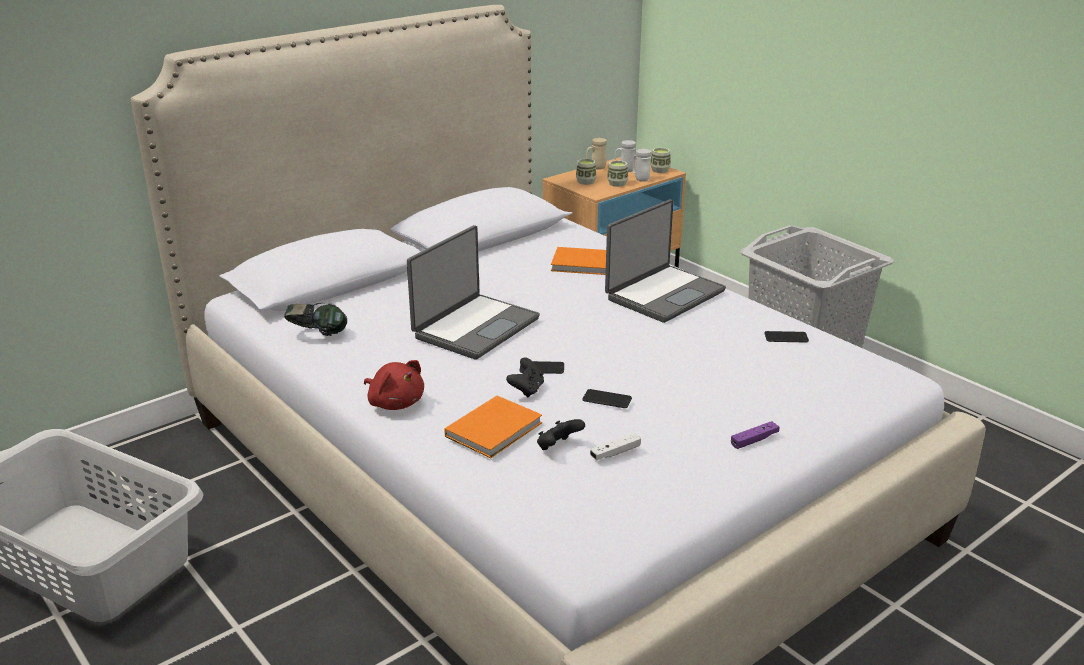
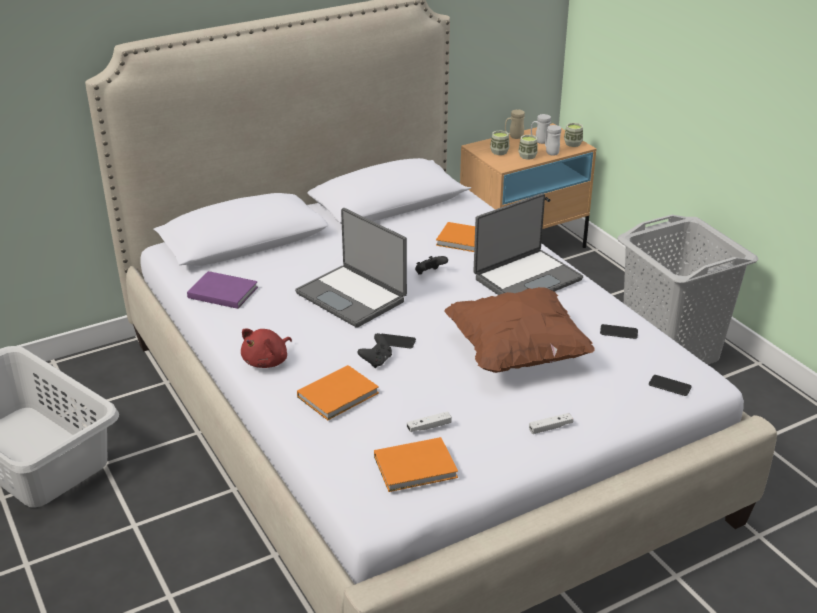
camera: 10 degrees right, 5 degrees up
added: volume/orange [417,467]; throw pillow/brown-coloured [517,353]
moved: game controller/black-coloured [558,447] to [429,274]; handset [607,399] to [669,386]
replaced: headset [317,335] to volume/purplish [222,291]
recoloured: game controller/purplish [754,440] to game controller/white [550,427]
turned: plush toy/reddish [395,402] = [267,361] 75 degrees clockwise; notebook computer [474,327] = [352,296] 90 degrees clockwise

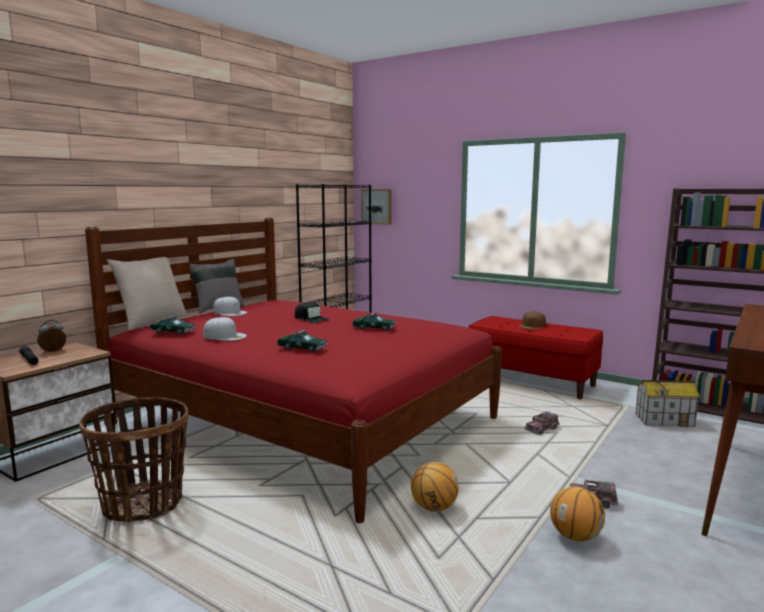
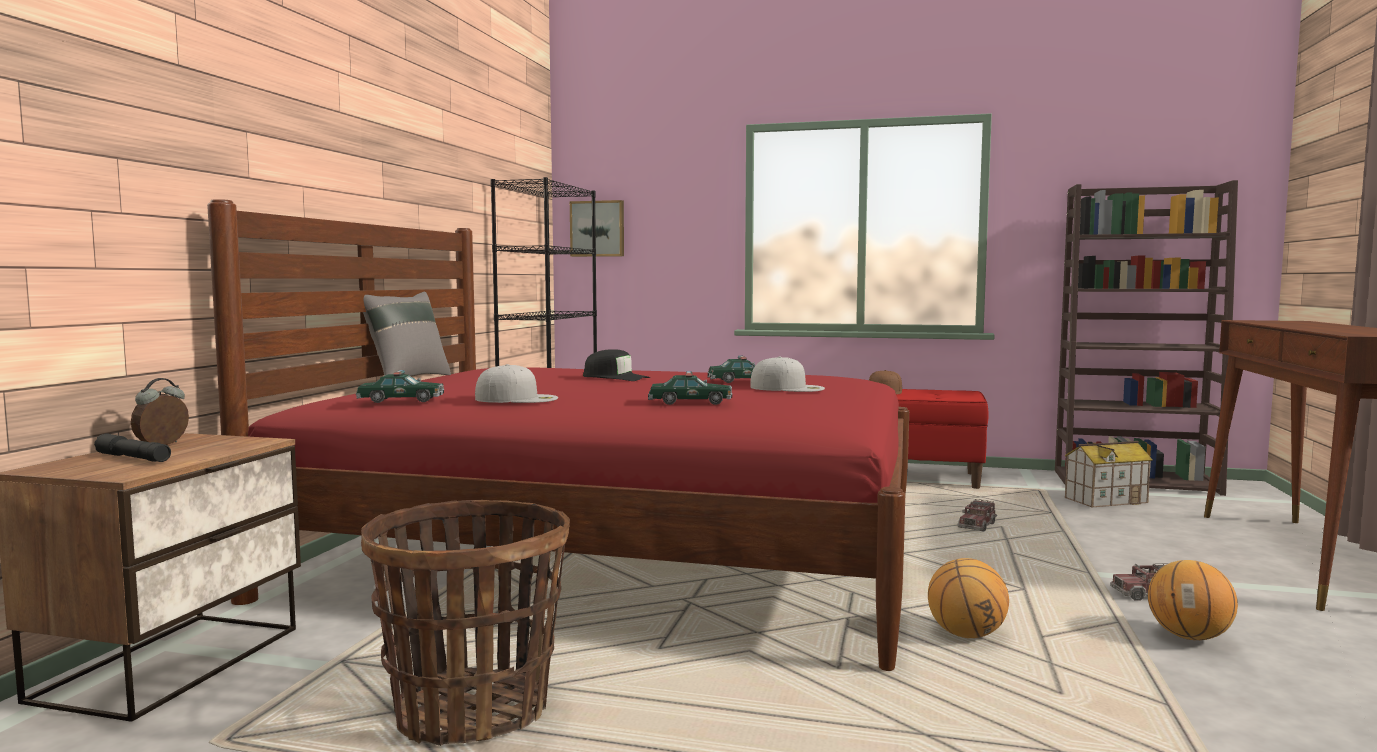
camera: 20 degrees left, 5 degrees down
removed: throw pillow/beige-coloured [152,322]
moved: peaked cap/white [230,312] to [788,388]

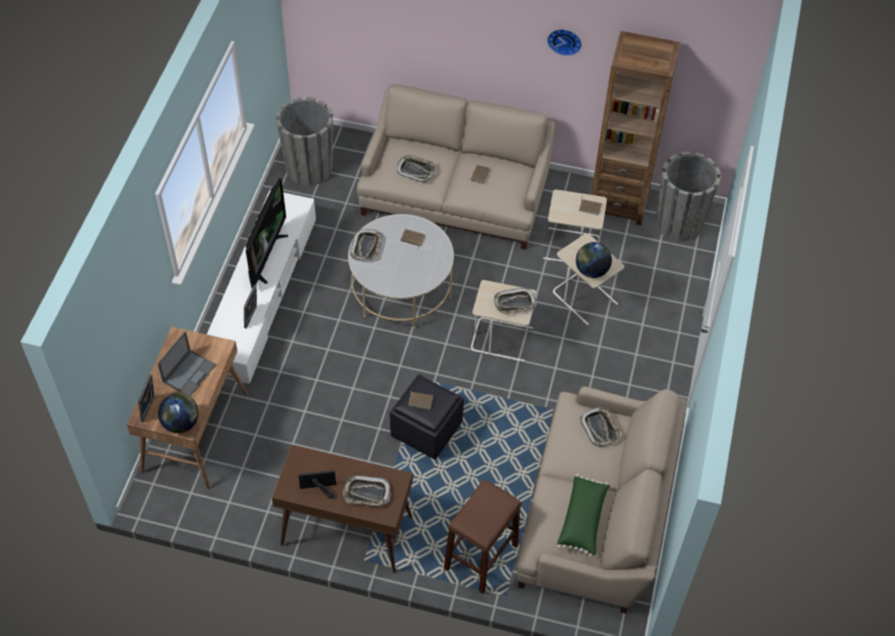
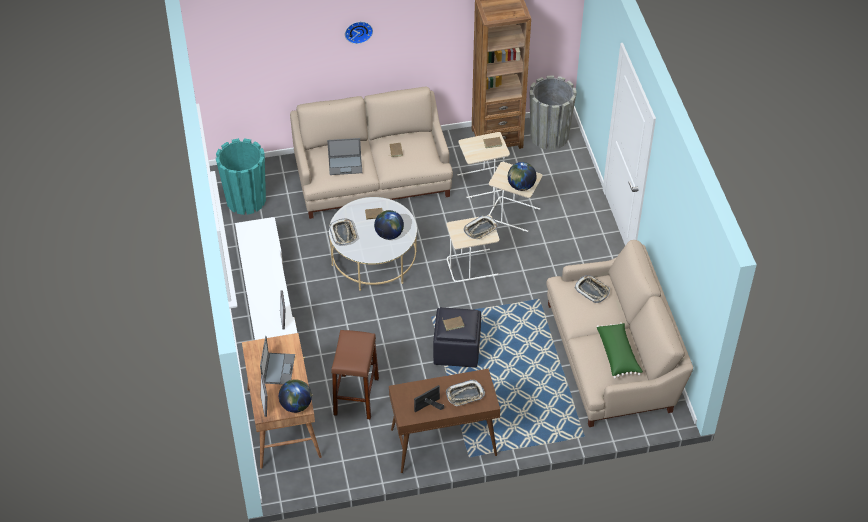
camera: 25 degrees left, 5 degrees down
removed: TV set [266,256]
added: world globe [389,234]
moved: stool seat/brown-coloured [481,557] to [356,396]; clock on the wall [565,40] to [358,31]
replaced: serving tray [416,170] to notebook computer [345,165]
recoloured: plant pot/gray [309,168] to plant pot/blue-green [246,200]

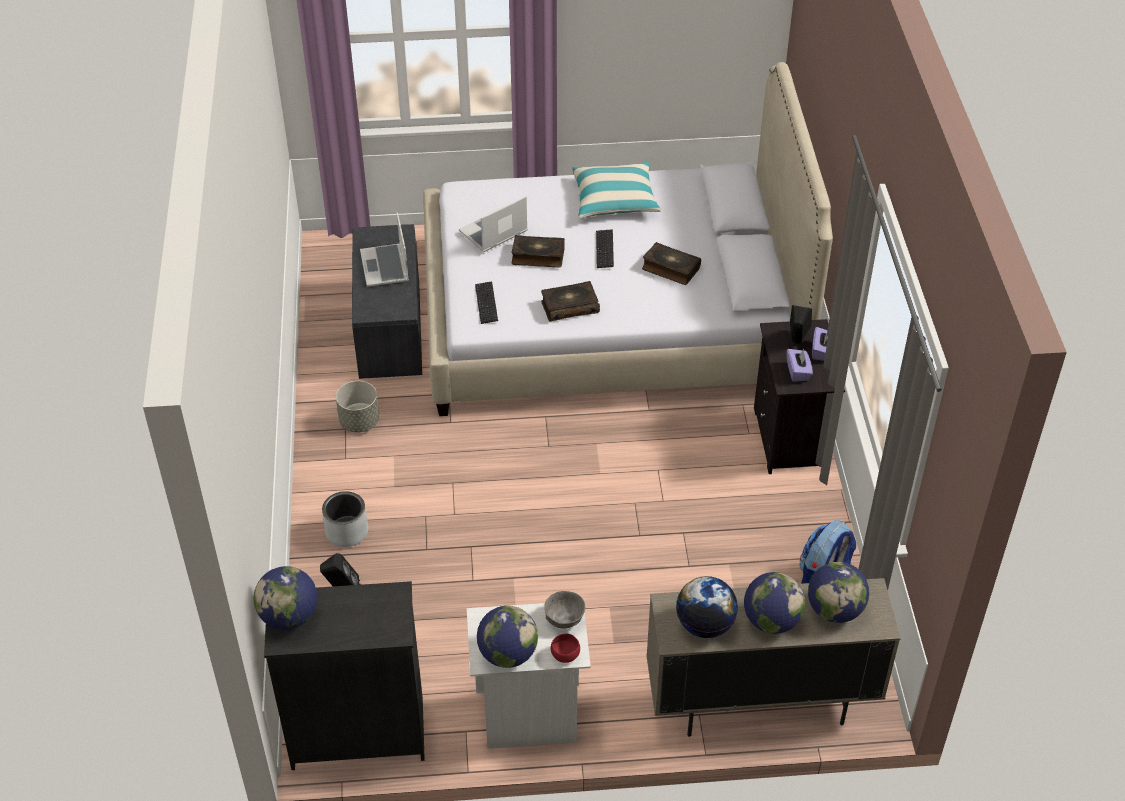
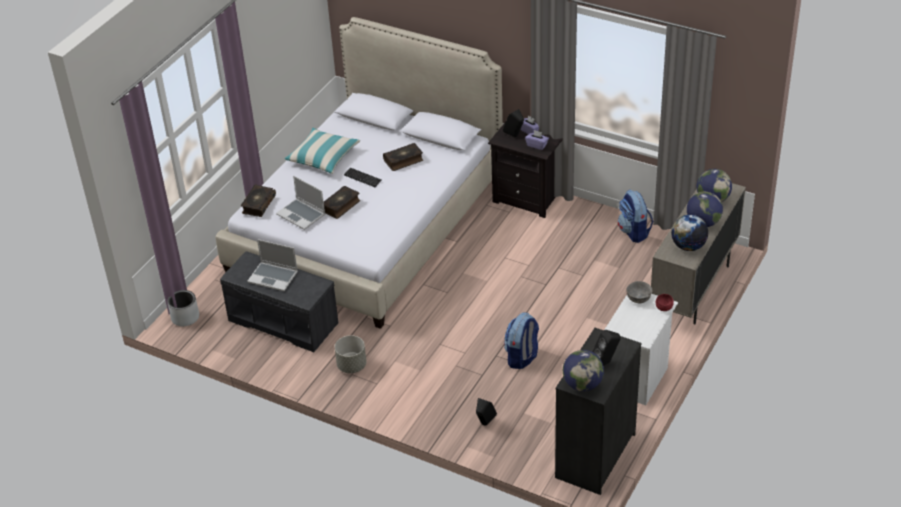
camera: 55 degrees left, 5 degrees down
removed: keyboard [486,303]; world globe [507,654]
added: rucksack [522,357]; speaker/black-coloured [606,362]
moved: plant pot/gray [346,531] to [185,317]; volume [569,307] to [258,205]
turned: notebook computer [493,232] = [302,215] 45 degrees counterclockwise

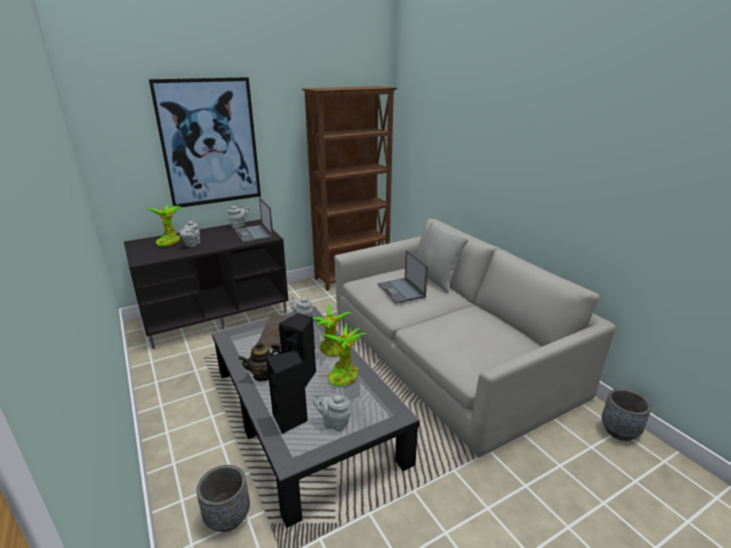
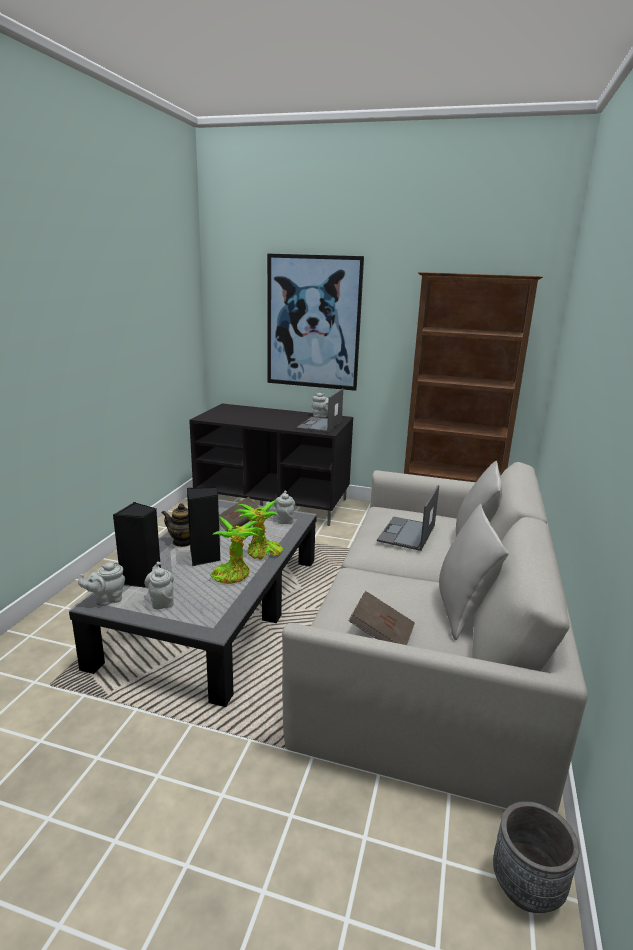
camera: 45 degrees right, 5 degrees down
removed: plant in a pot [169,241]; plant pot/gray [227,517]
added: volume/brown-coloured [381,635]; throw pillow/gray [462,610]
moved: tea pot/gray [192,244] to [106,599]

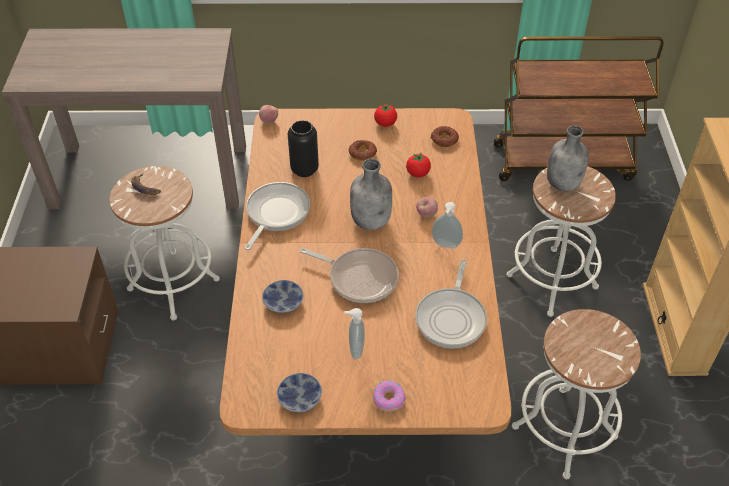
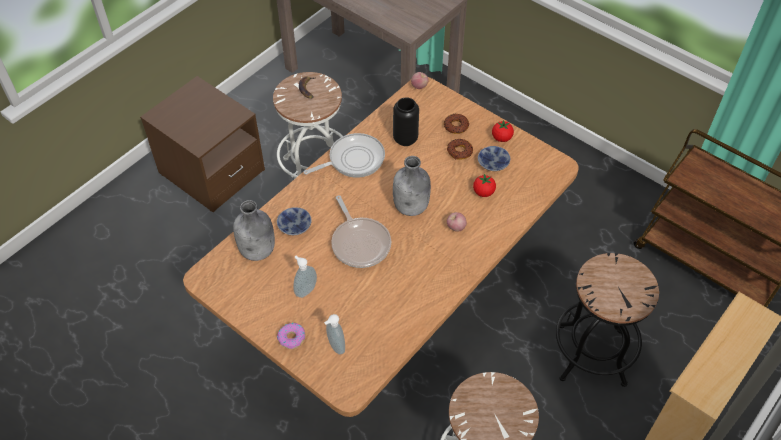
camera: 40 degrees right, 5 degrees up
removed: pan [451,317]
moved: serving bowl [299,396] to [493,162]; donut [444,140] to [455,126]; soap dispenser [445,245] to [335,347]; drink bottle/gray [563,183] to [258,250]
recoloured: stool seat/white [552,281] to stool seat/black-coloured [591,354]

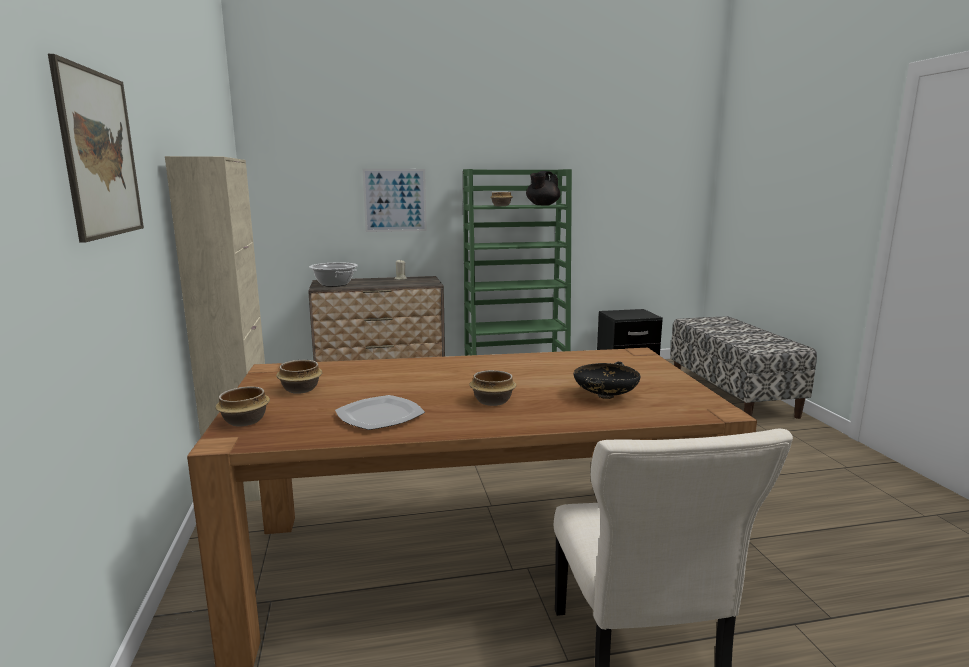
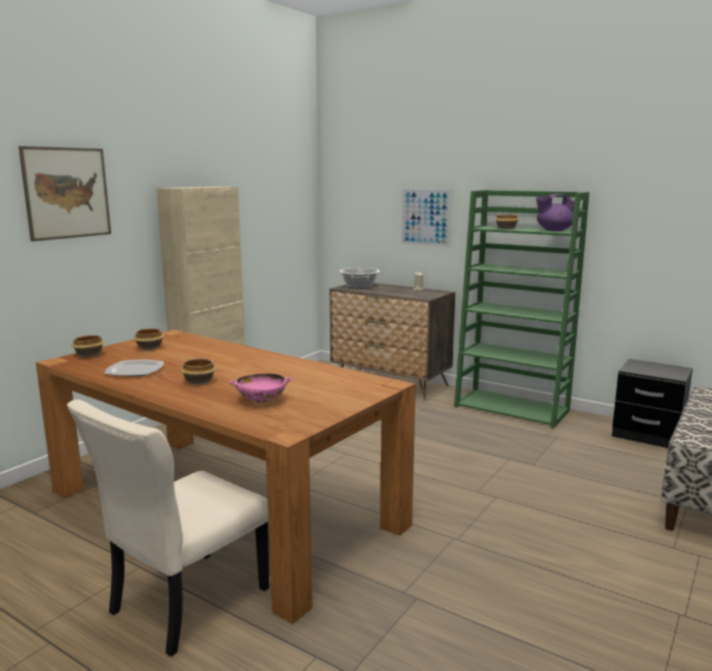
camera: 45 degrees right, 0 degrees up
recoloured: tea pot/black-coloured [542,205] to tea pot/purplish [553,230]; serving bowl/black-coloured [605,396] to serving bowl/pink-coloured [261,400]

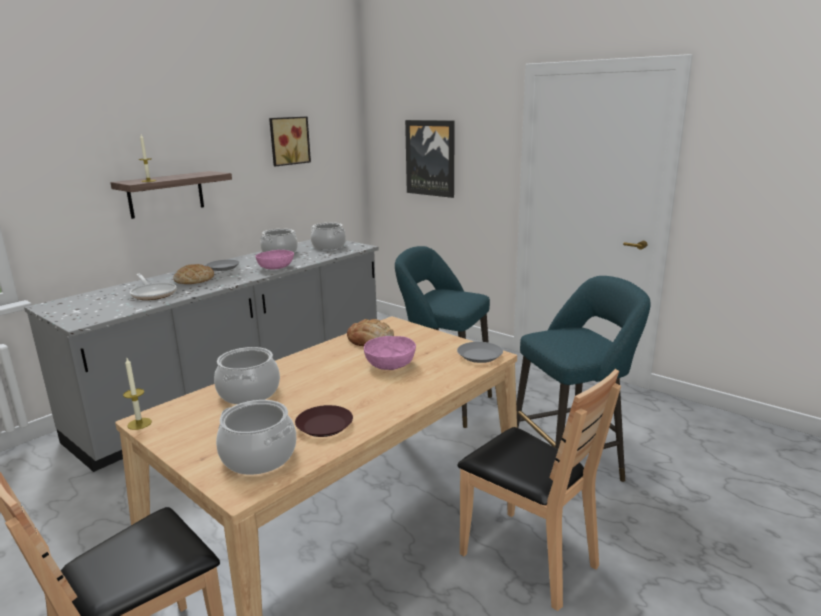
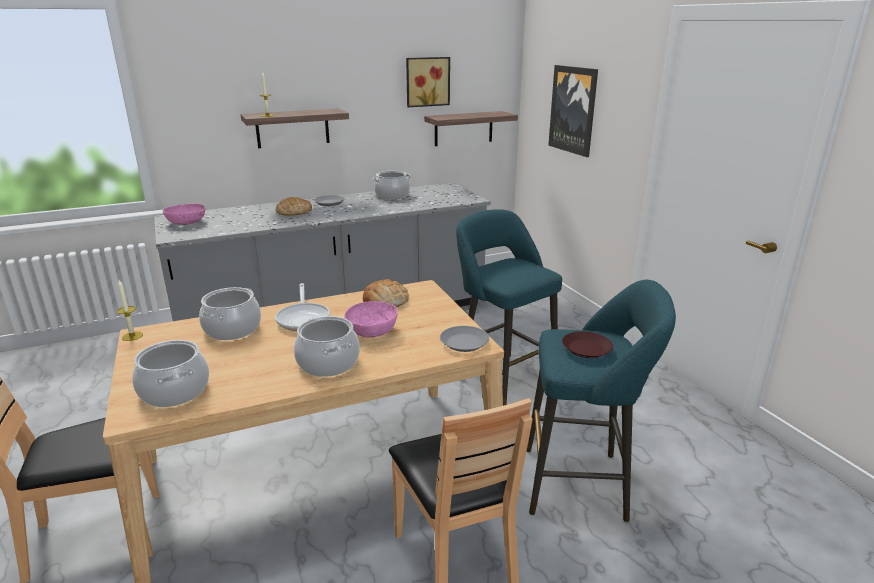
camera: 25 degrees right, 5 degrees up
added: bracket shelf [463,128]
moved: pan [153,294] to [303,318]; serving bowl/pink-coloured [276,267] to [187,222]; plate/brown-coloured [324,426] to [586,349]; cooking pot [329,246] to [328,363]

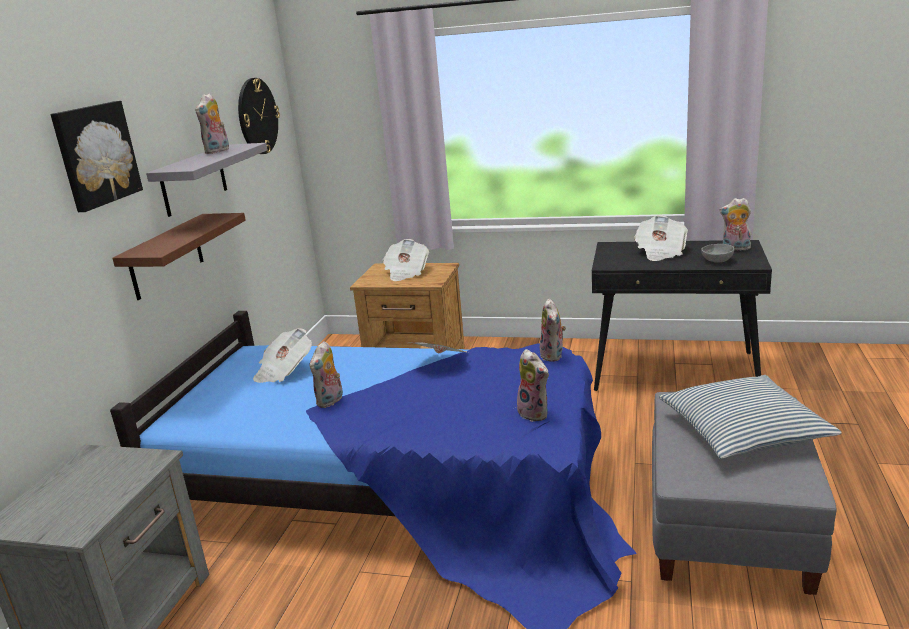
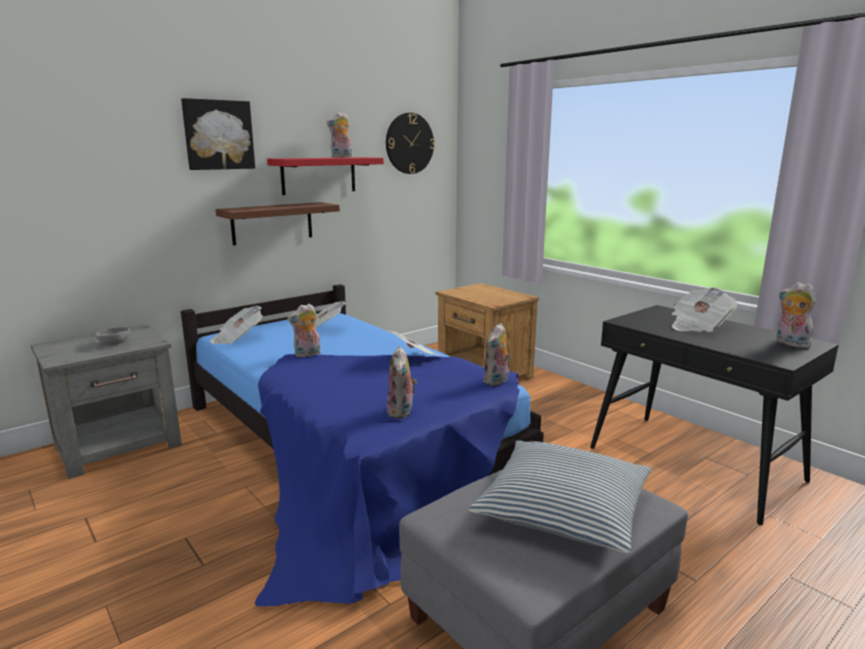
camera: 35 degrees right, 5 degrees down
moved: printed paper [406,273] to [238,339]; serving bowl/gray [717,261] to [114,343]
recoloured: bracket shelf/gray [194,180] to bracket shelf/reddish [319,175]

